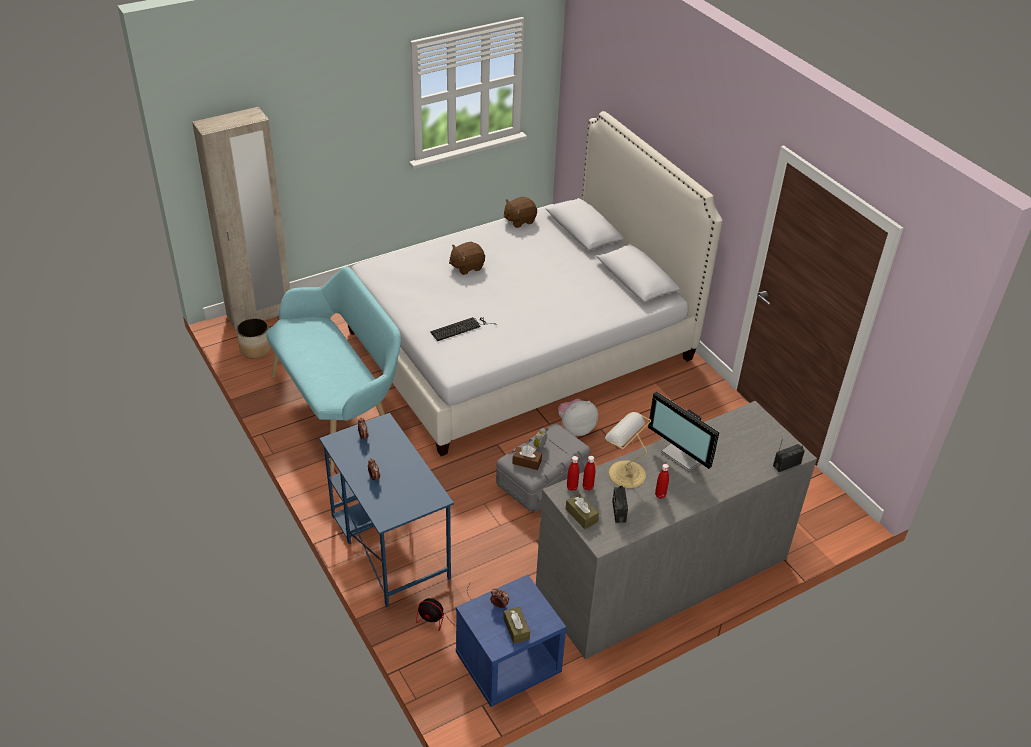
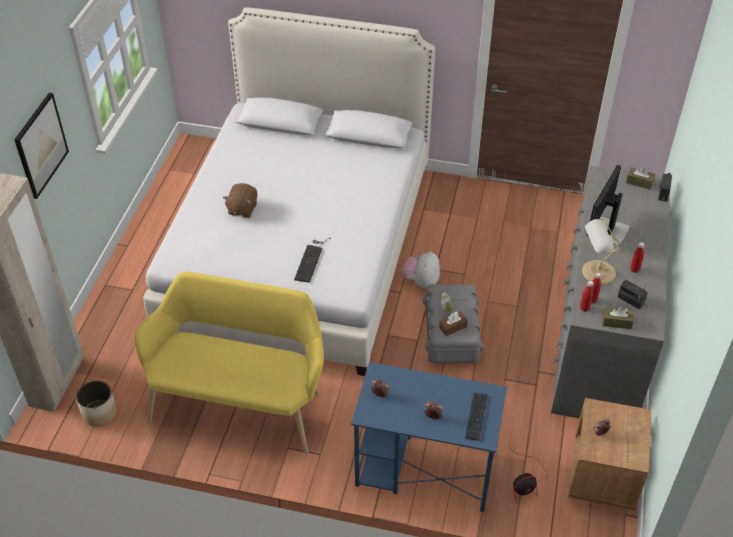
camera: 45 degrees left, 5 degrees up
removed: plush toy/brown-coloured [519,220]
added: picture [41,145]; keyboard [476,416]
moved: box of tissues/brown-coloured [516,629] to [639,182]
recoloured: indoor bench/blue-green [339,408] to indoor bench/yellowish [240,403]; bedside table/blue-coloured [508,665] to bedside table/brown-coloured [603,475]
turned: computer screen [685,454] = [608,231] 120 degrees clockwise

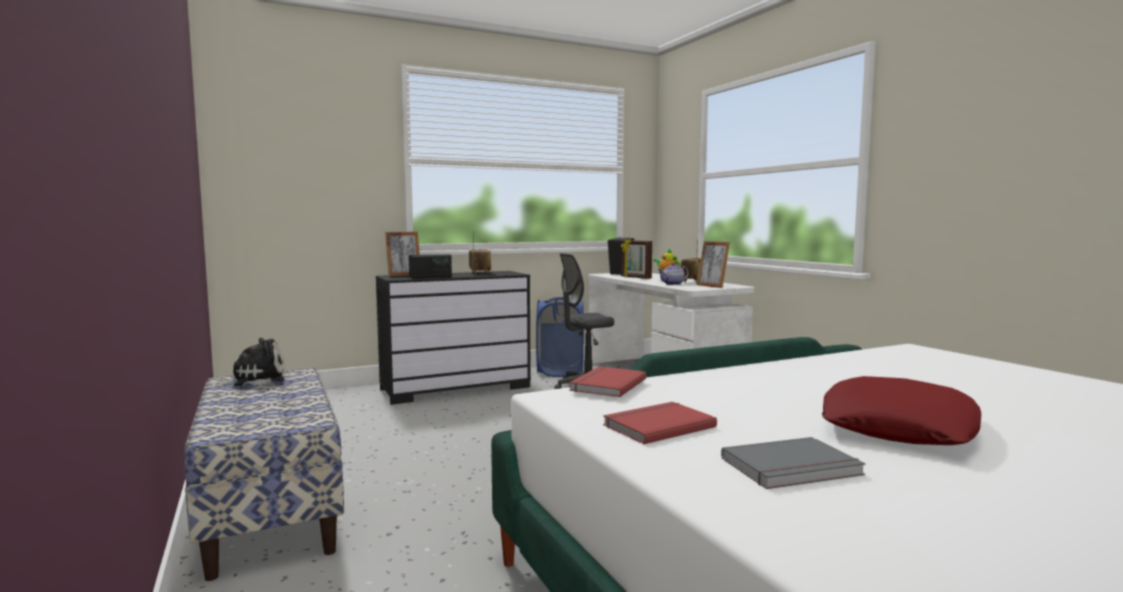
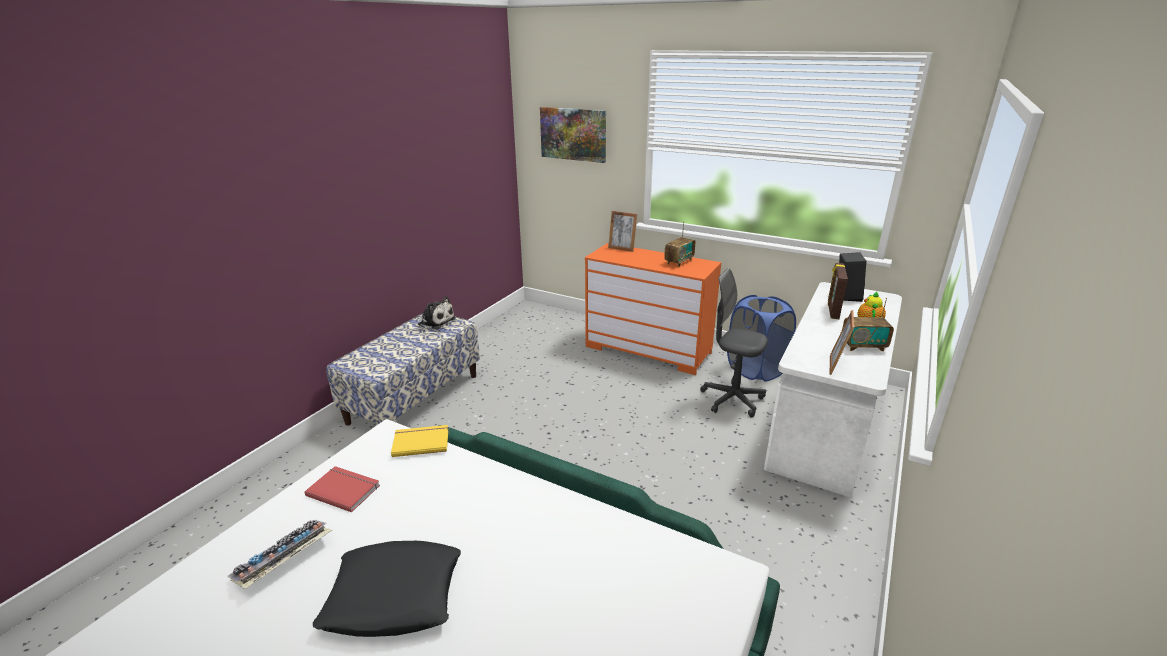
camera: 55 degrees right, 20 degrees up
removed: radio [430,277]; tea pot [673,284]
added: picture [573,134]
replaced: volume/gray [793,468] to keyboard [283,561]
recoloured: chest of drawers/black-coloured [456,388] to chest of drawers/orange [648,349]; volume/reddish [606,384] to volume/yellowish [421,441]; throw pillow/reddish [898,426] to throw pillow/black-coloured [393,596]

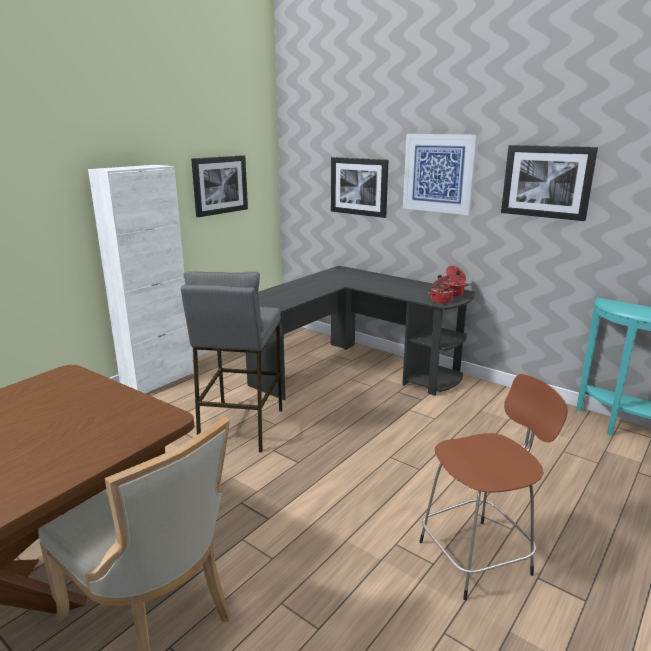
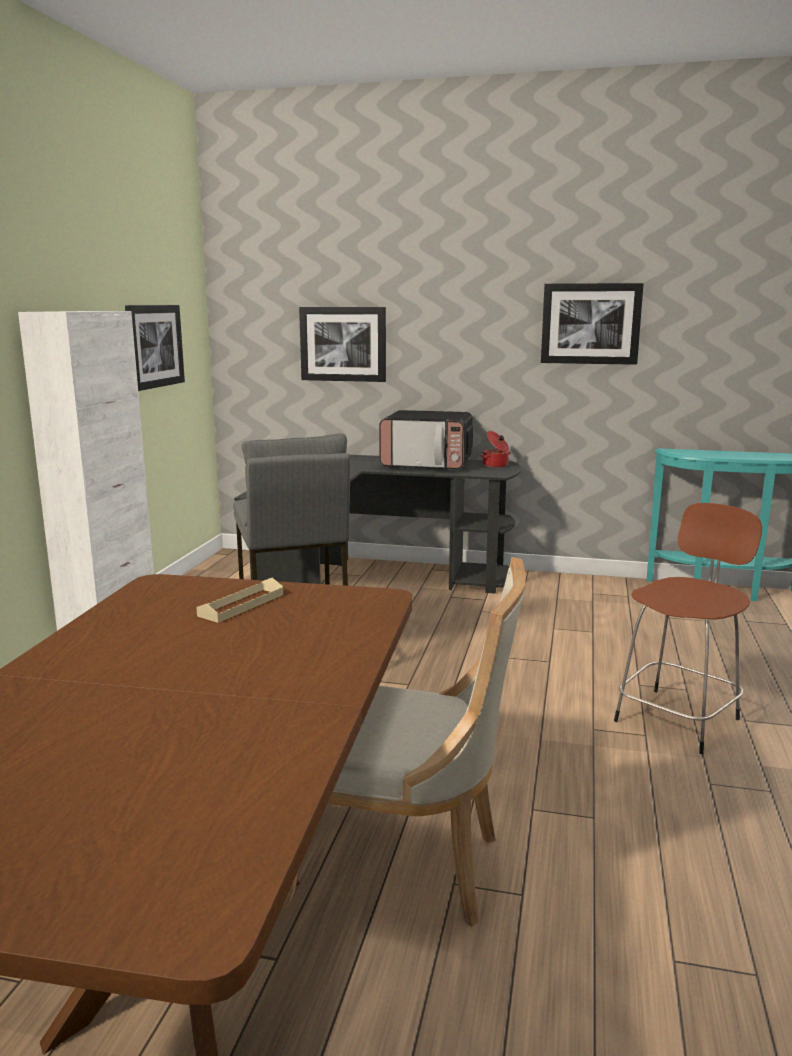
camera: 25 degrees left, 5 degrees down
removed: picture [438,173]; cooking pot [441,300]
added: serving tray/beige-coloured [241,605]; microwave oven [427,464]

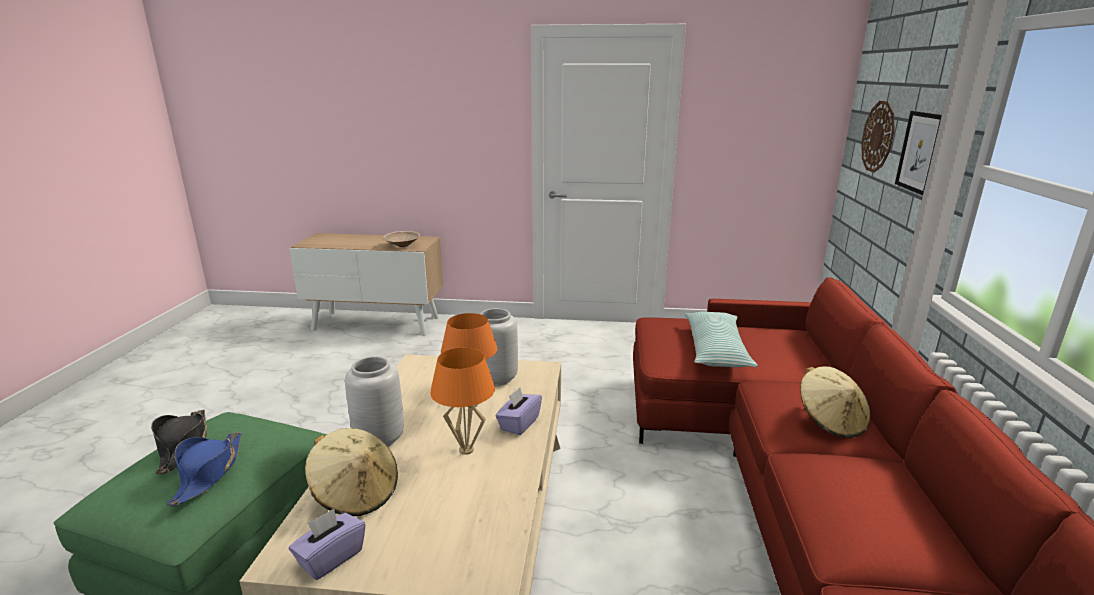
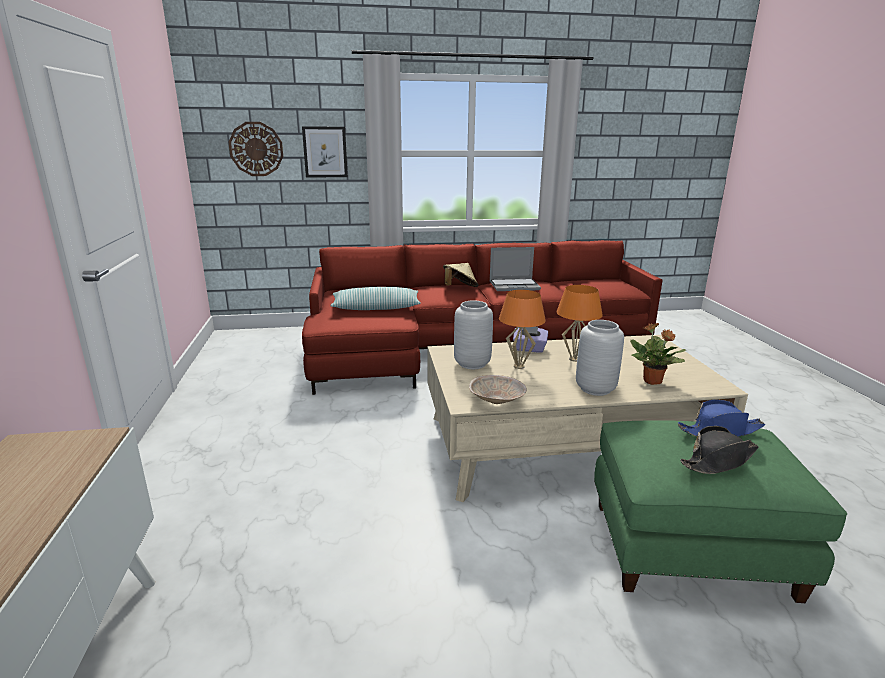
camera: 105 degrees left, 0 degrees up
removed: box of tissues/purplish [331,557]
added: notebook computer [514,286]
moved: serving bowl/beige-coloured [402,246] to [497,401]
replaced: hat/beige-coloured [356,493] to plant in a pot [652,381]

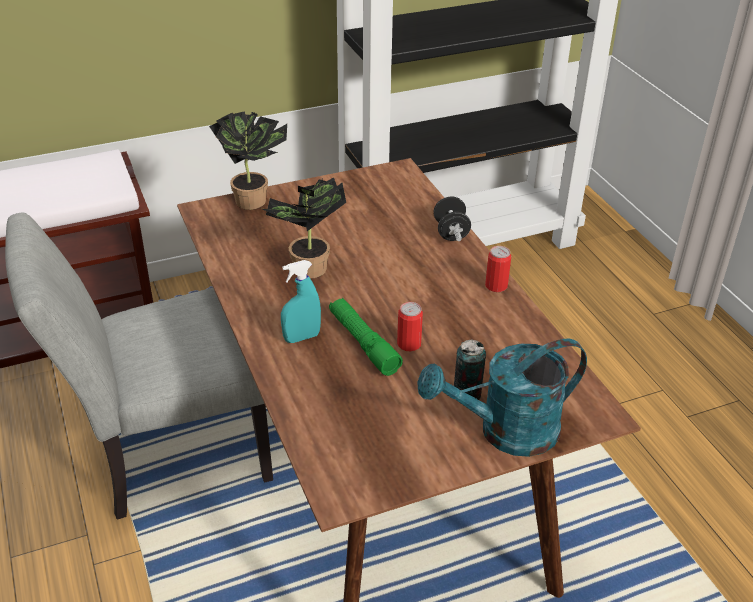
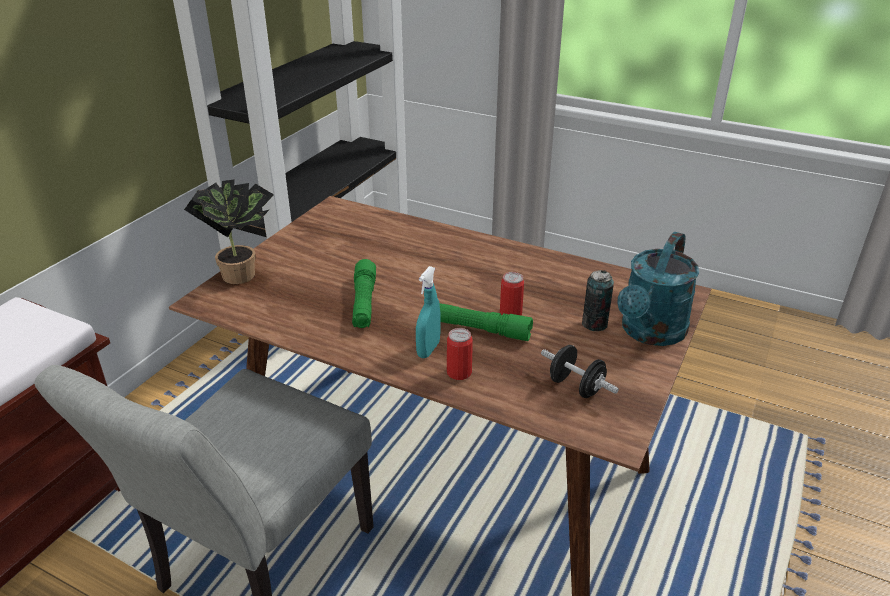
camera: 40 degrees left, 5 degrees down
moved: dumbbell/black-coloured [451,232] to [576,387]; can [496,286] to [459,373]
replaced: plant in a pot [307,271] to hand torch/greenish [364,303]

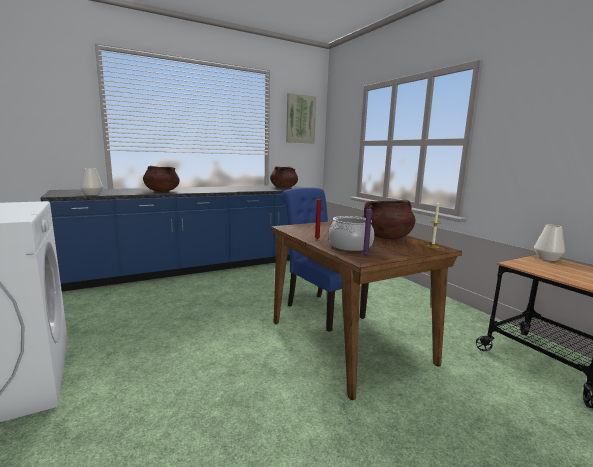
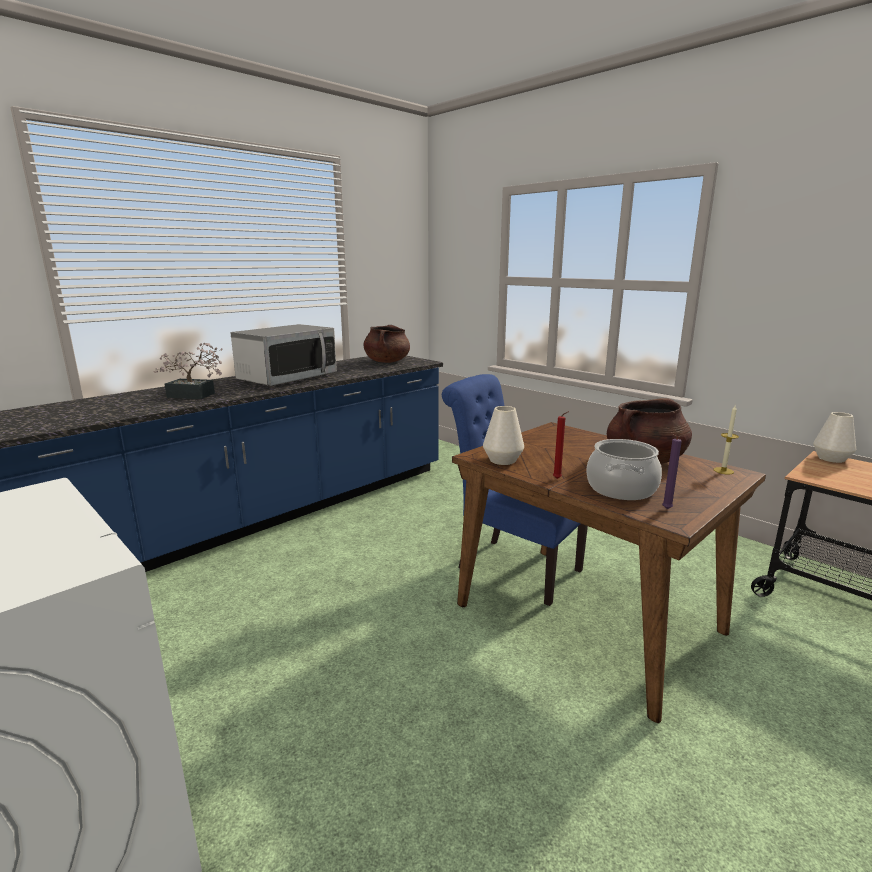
camera: 15 degrees left, 5 degrees up
removed: picture [300,119]
added: microwave oven [287,378]
moved: decorative vase/white [92,194] to [503,460]
replaced: cooking pot/brown-coloured [161,191] to plant in a pot [195,395]

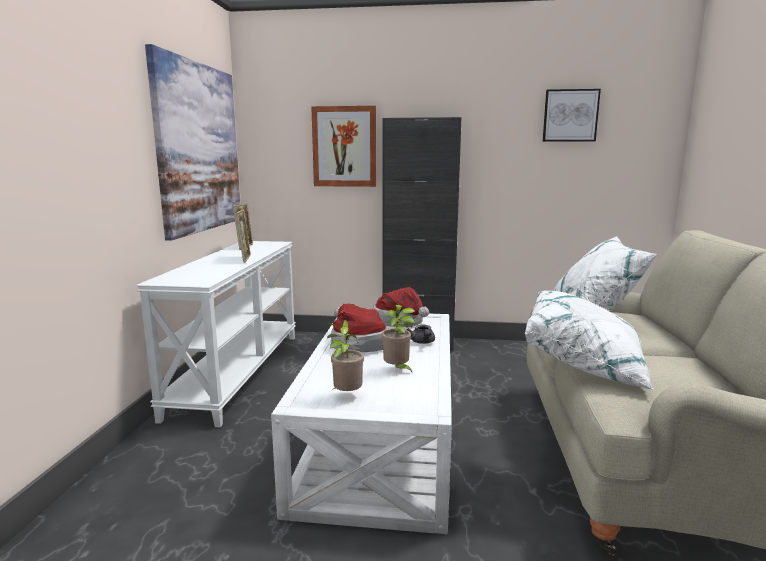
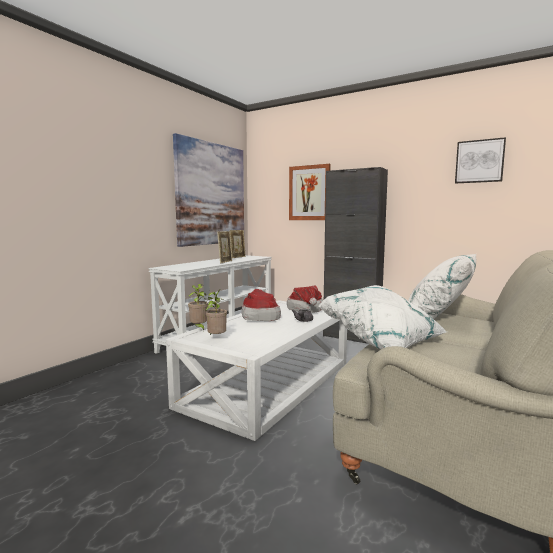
camera: 25 degrees right, 5 degrees down
moved: plant in a pot [397,370] to [199,328]

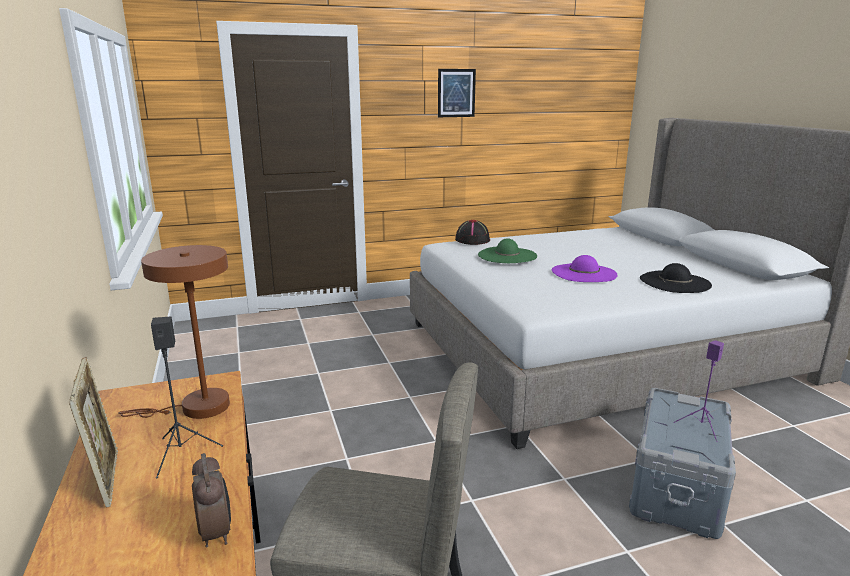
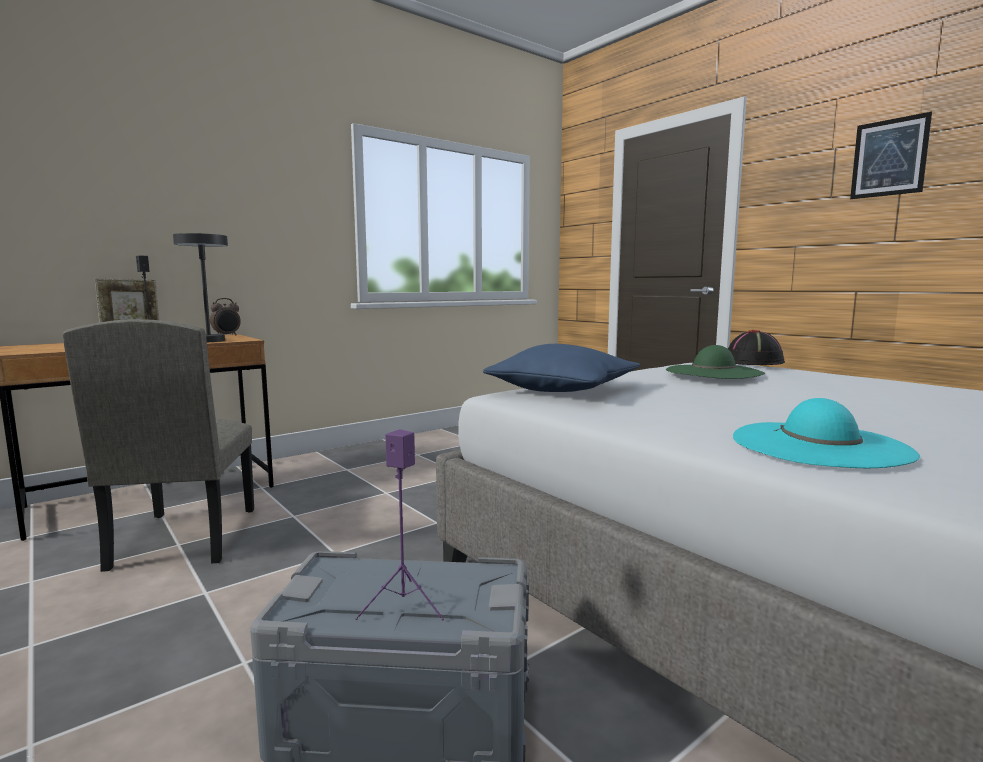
camera: 70 degrees right, 10 degrees down
removed: hat/purplish [583,273]
added: throw pillow/blue-coloured [563,390]
moved: table clock [216,533] to [227,335]
recoloured: tabletop lamp/brown-coloured [197,408] to tabletop lamp/gray [207,340]; hat/black-coloured [674,282] to hat/blue-green [820,445]

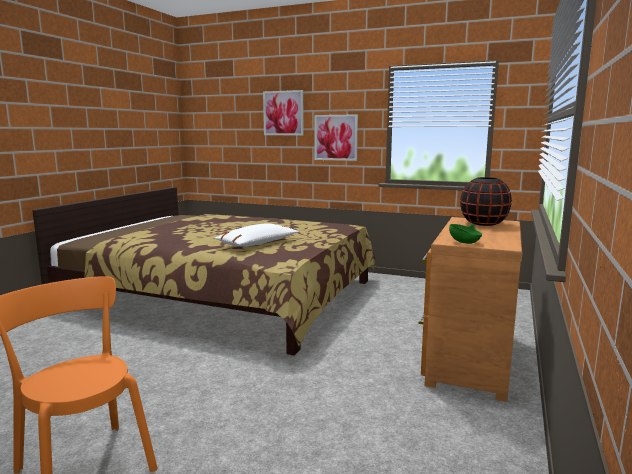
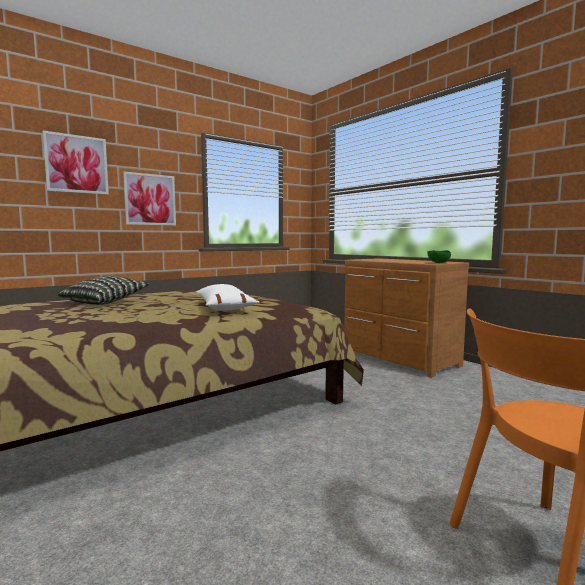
camera: 60 degrees left, 5 degrees down
removed: decorative vase/black-coloured [483,223]
added: throw pillow [105,302]

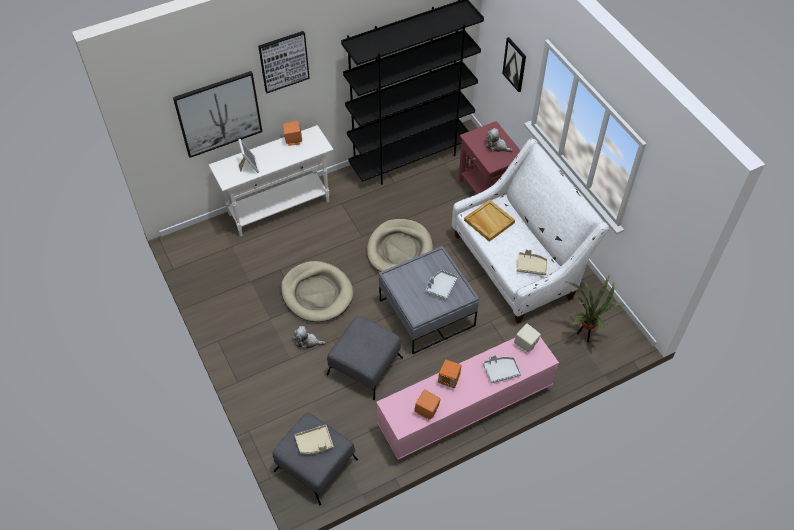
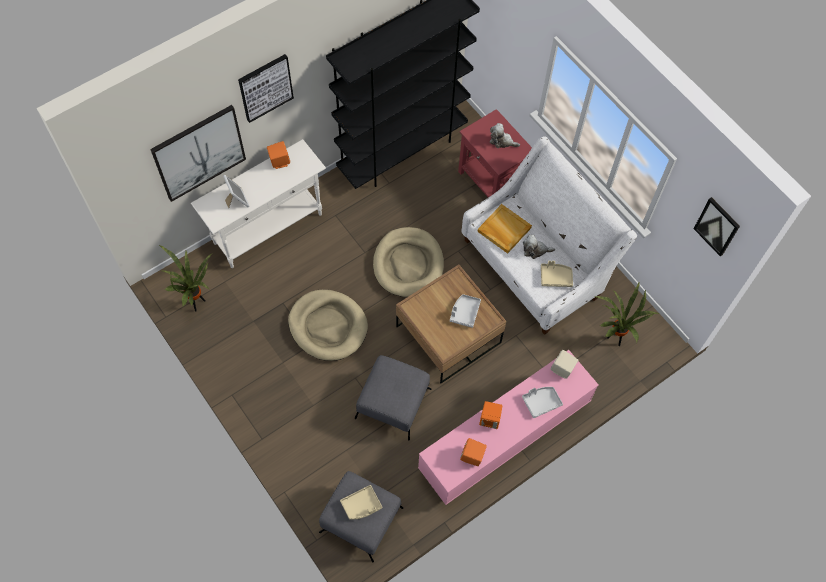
camera: 10 degrees left, 10 degrees up
added: plant in a pot [197,302]
moved: plush toy [308,342] to [535,250]; picture [515,64] to [717,226]
recoloured: low table/gray [427,313] to low table/brown-coloured [448,334]

